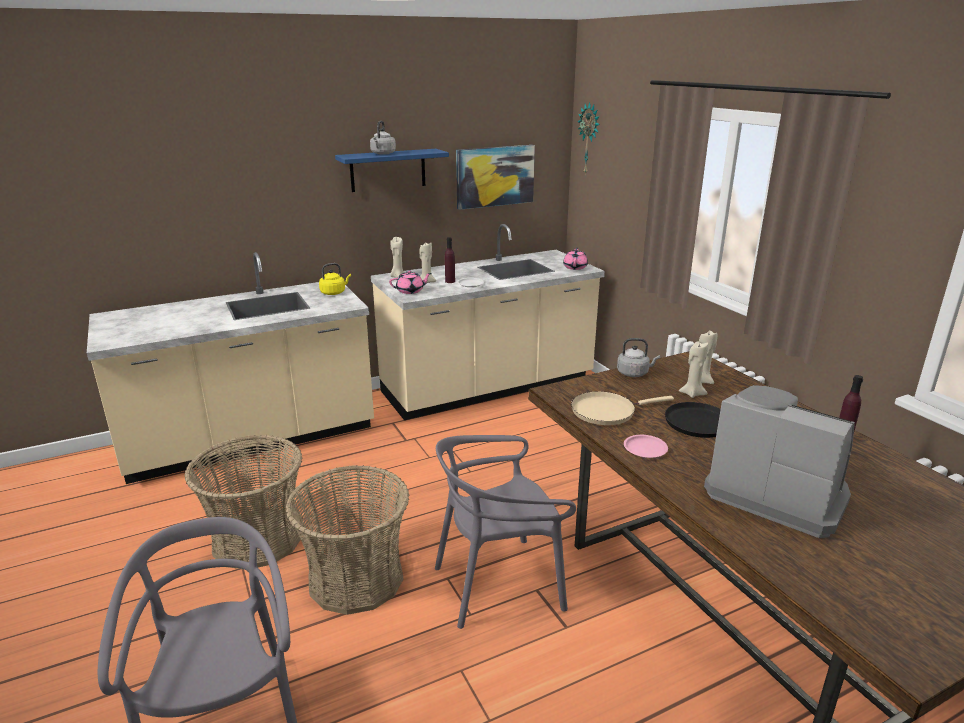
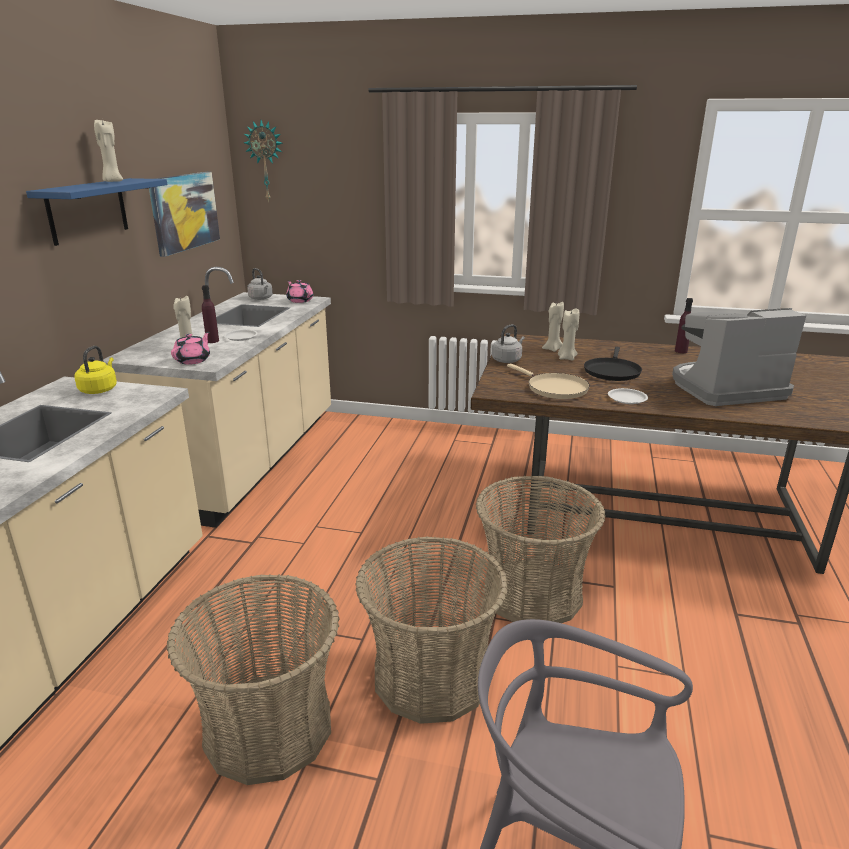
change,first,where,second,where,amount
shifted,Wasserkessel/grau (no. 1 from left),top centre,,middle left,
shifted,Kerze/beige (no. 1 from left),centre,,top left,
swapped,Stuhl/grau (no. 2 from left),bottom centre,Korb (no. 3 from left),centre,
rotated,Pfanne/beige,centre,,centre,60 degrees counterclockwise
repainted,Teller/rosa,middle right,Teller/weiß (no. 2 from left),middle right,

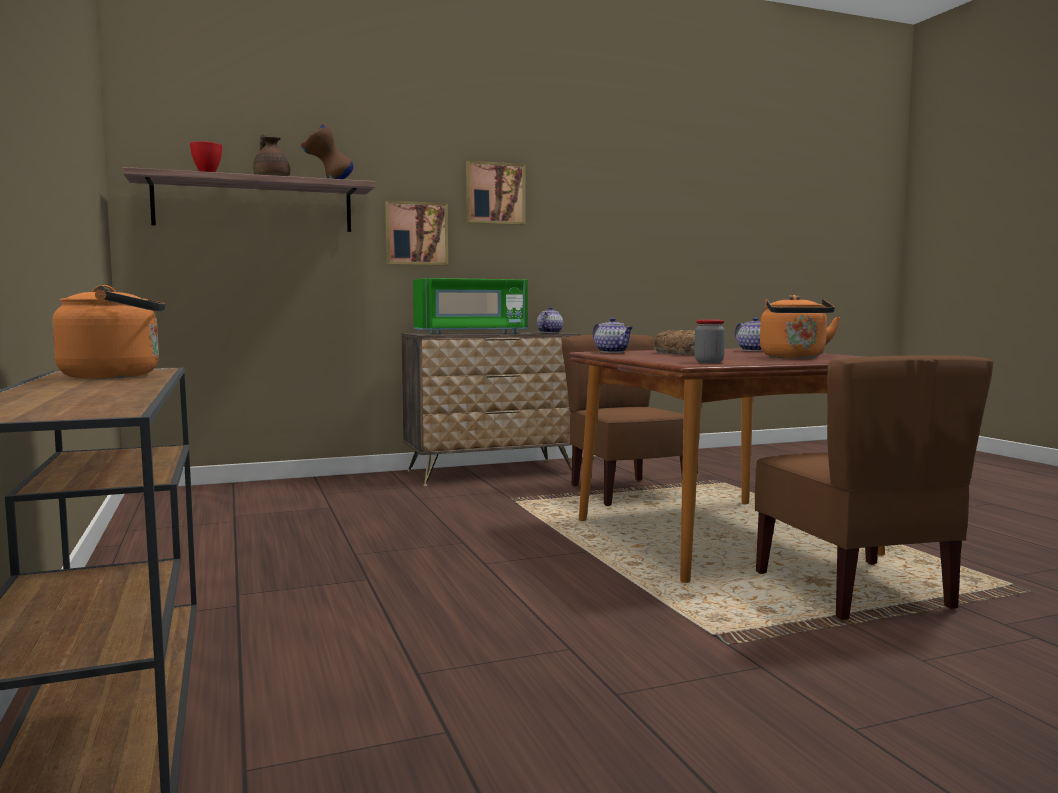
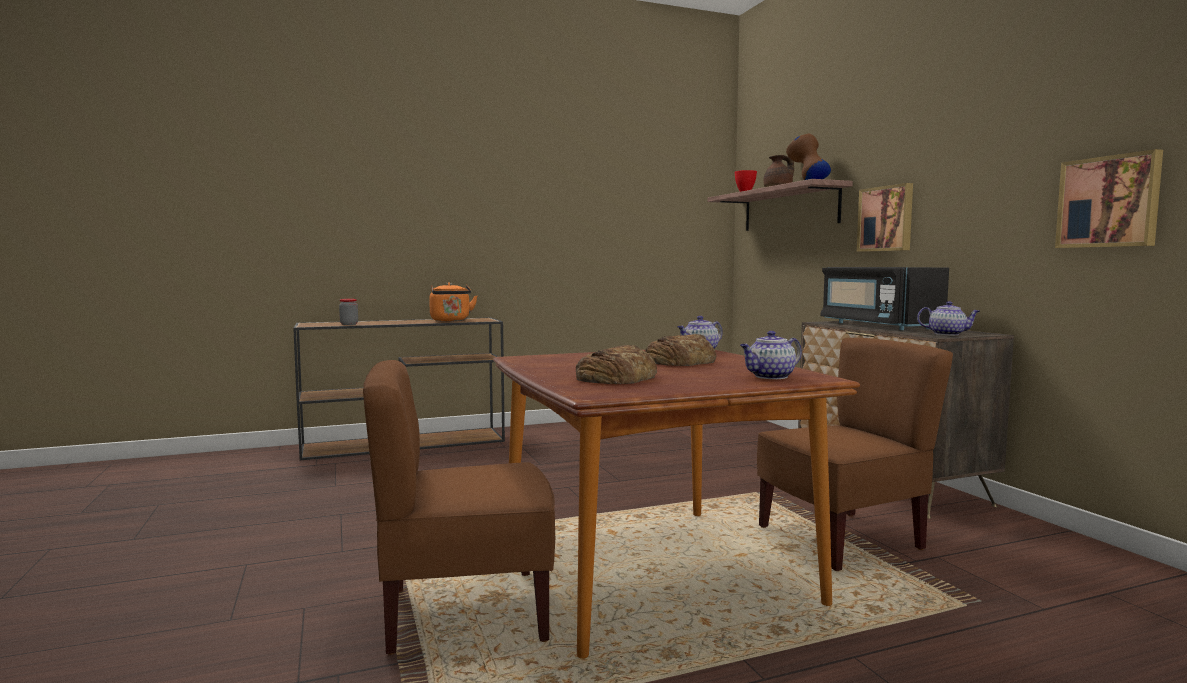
change,first,where,second,where,amount
repainted,Mikrowelle/grün,centre,Mikrowelle/schwarz,middle right,
shifted,Bild (no. 2 from left),top centre,,top right,
shifted,Vorratsglas,middle right,,middle left,
swapped,Wasserkessel/orange (no. 2 from left),middle right,Brot (no. 1 from left),centre,

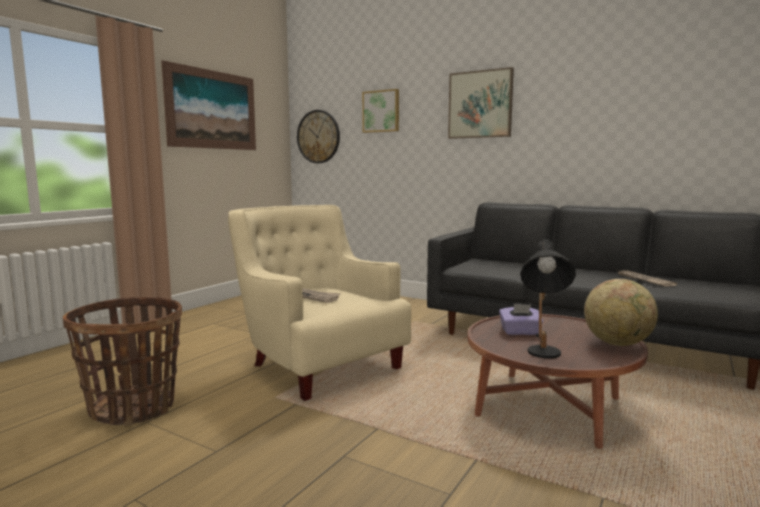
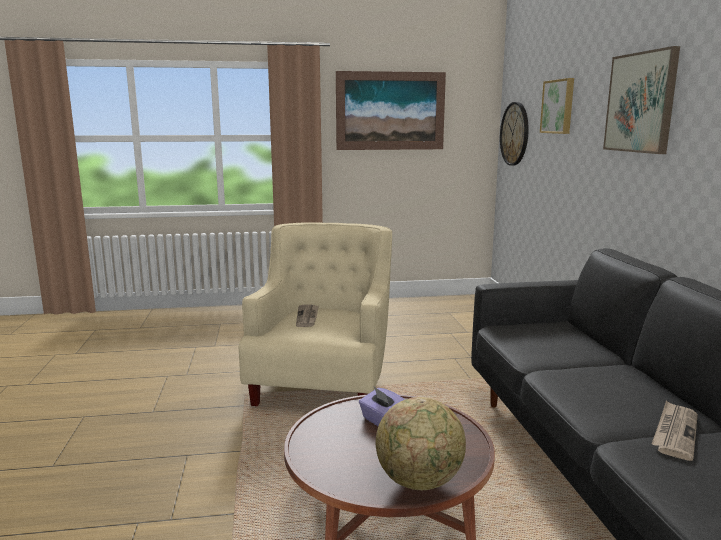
change,first,where,second,where,amount
gone,Korb,bottom left,,,
gone,Tischlampe/schwarz,middle right,,,

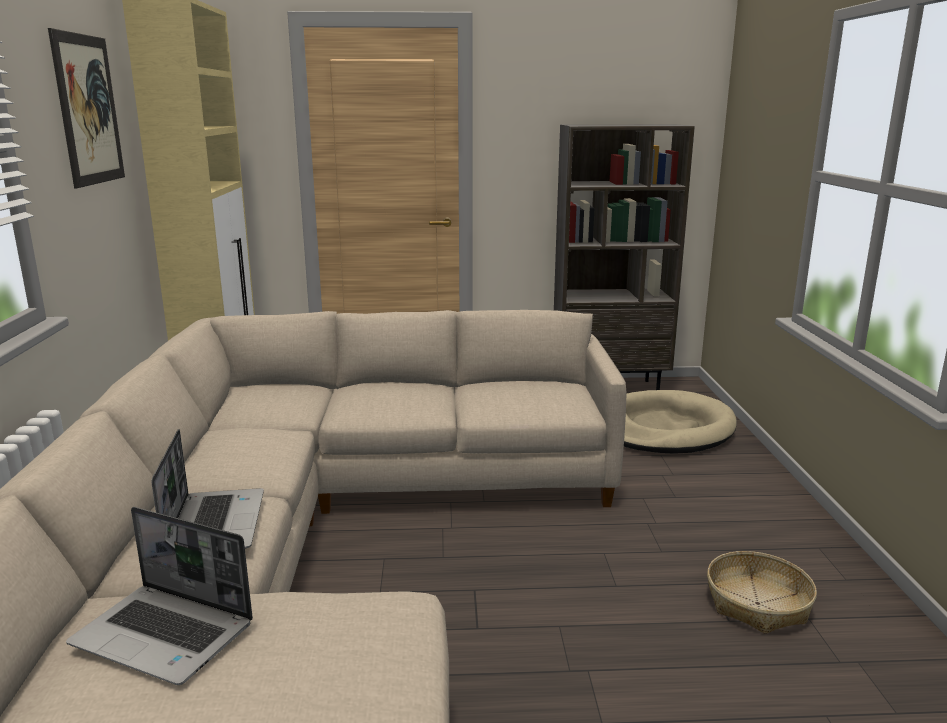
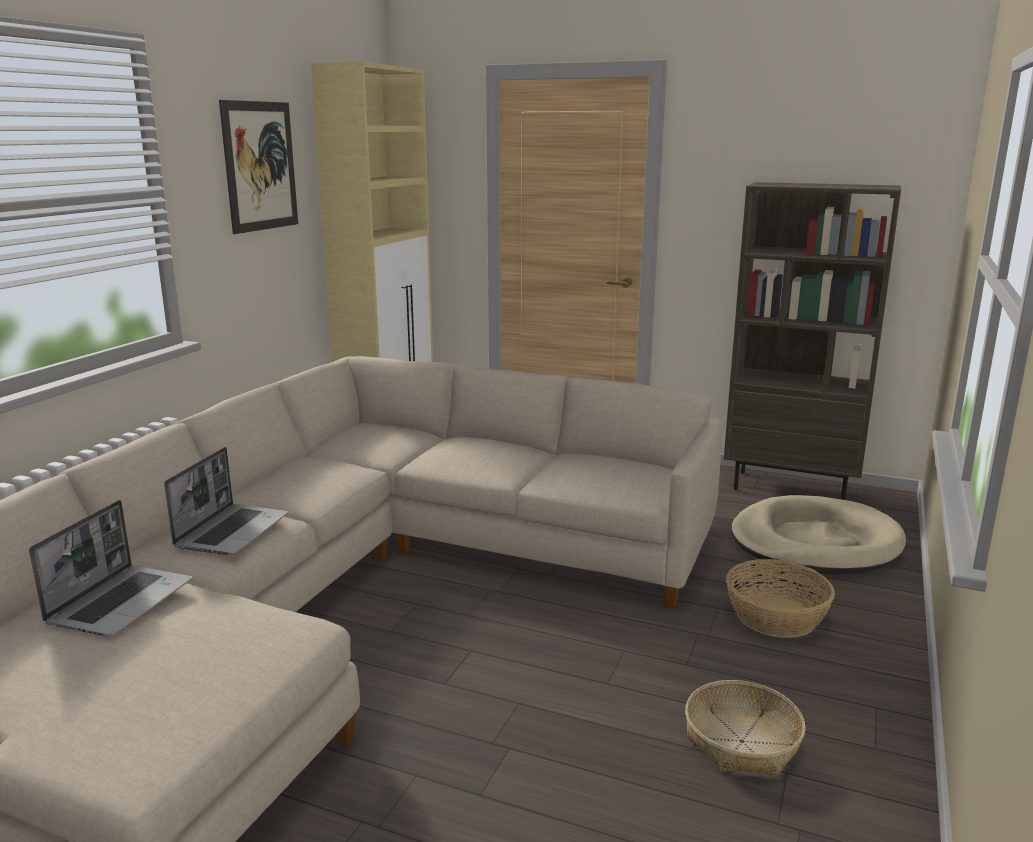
change,first,where,second,where,amount
rotated,Laptop (no. 1 from left),bottom left,,bottom left,120 degrees counterclockwise
new,,,Korb (no. 2 from left),bottom right,

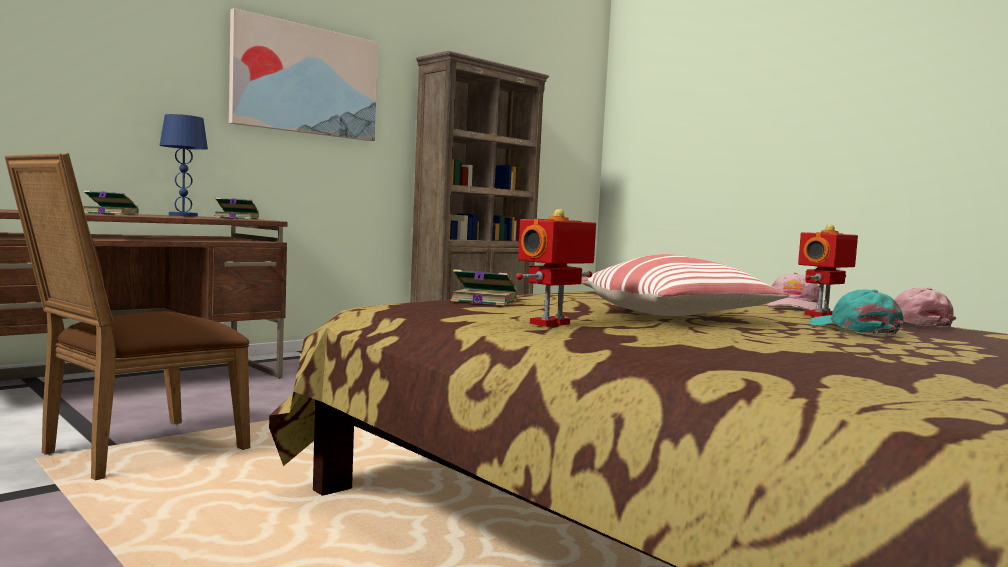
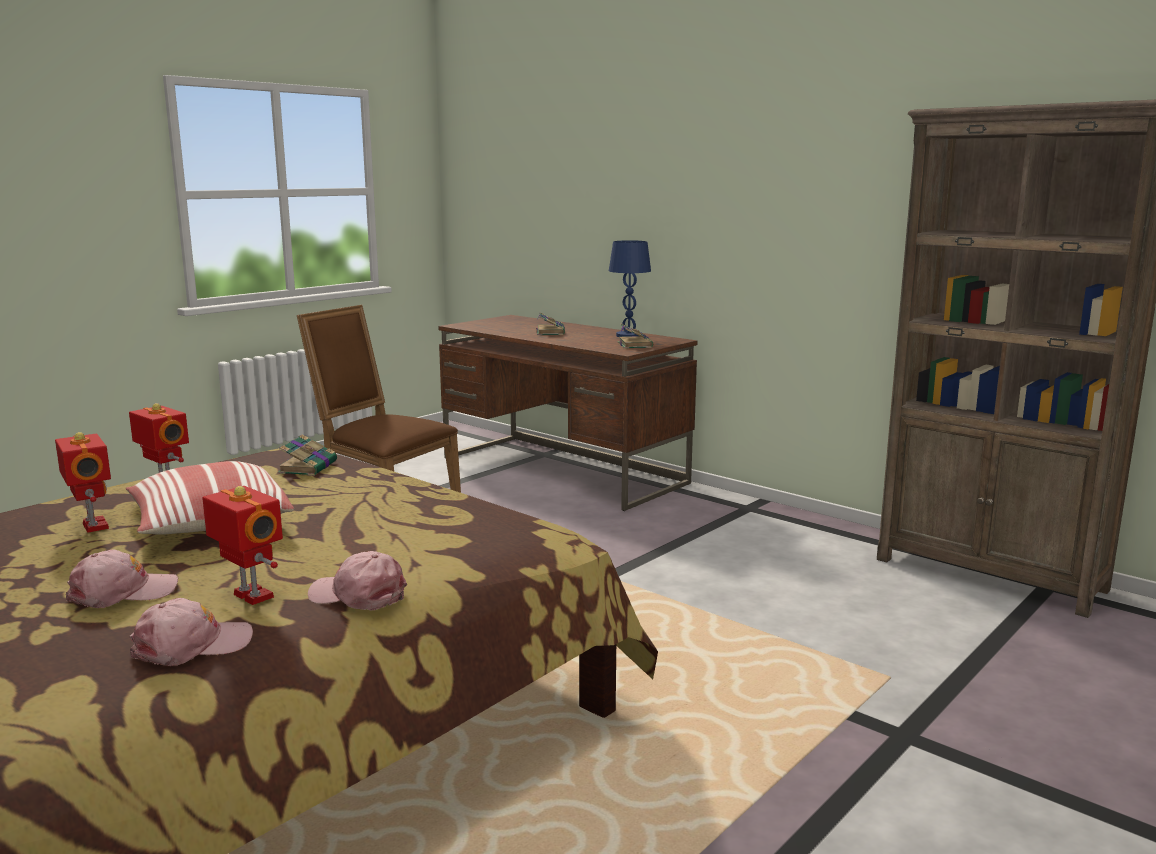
change,first,where,second,where,amount
gone,Bild,top left,,,
repainted,Kappe/türkis,middle right,Kappe/rosa (no. 1 from left),bottom left,
new,,,Spielzeugroboter (no. 1 from left),middle left,

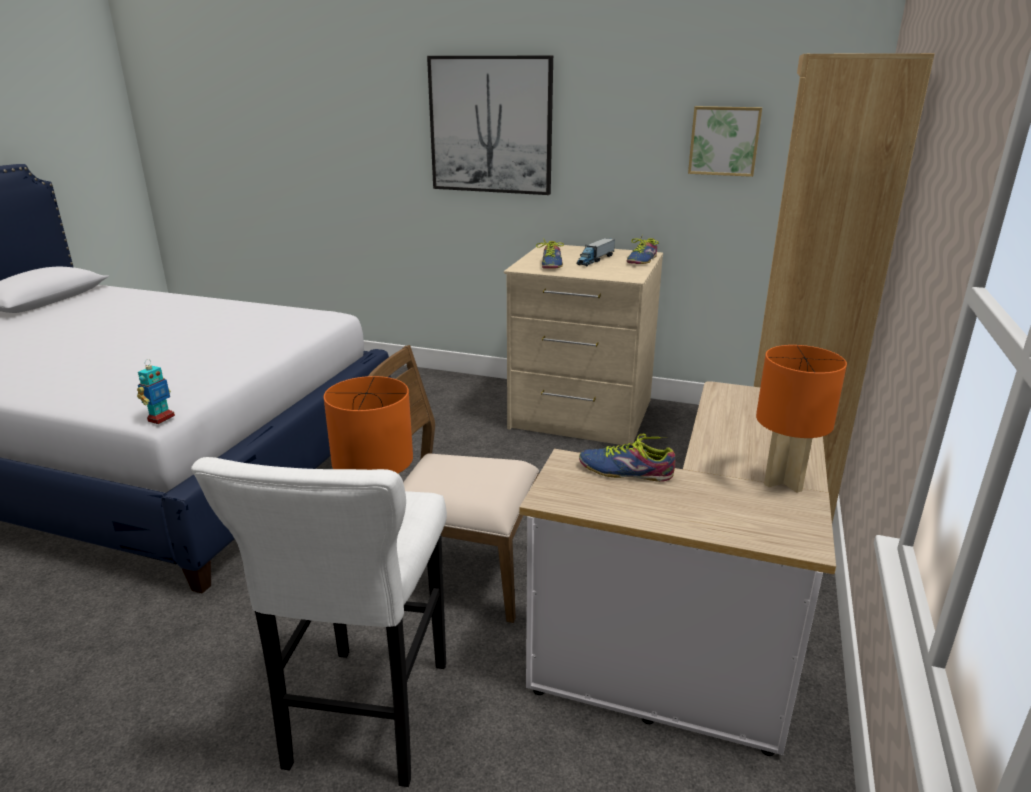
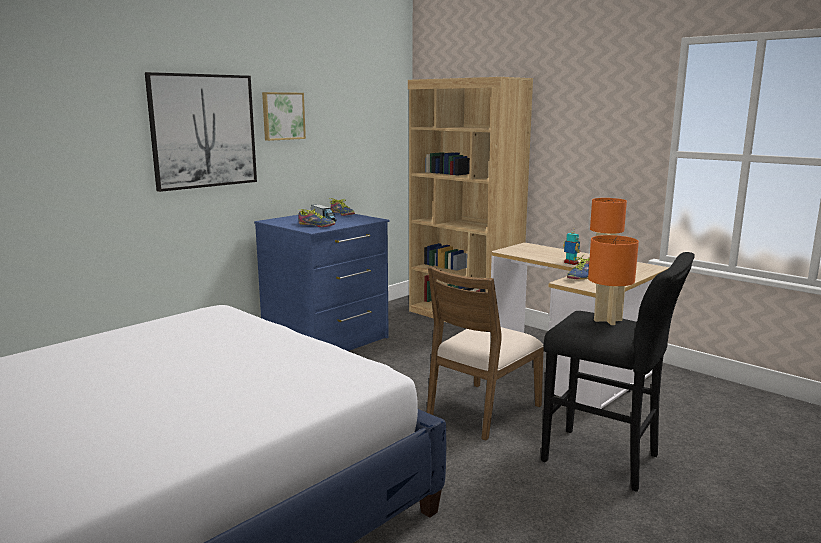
change,first,where,second,where,amount
shifted,Spielzeugroboter,middle left,,middle right,
repainted,Hocker/weiß,bottom left,Hocker/schwarz,bottom right,
repainted,Kommode/beige,centre,Kommode/blau,centre,
shifted,Bild (no. 2 from left),top right,,top centre,

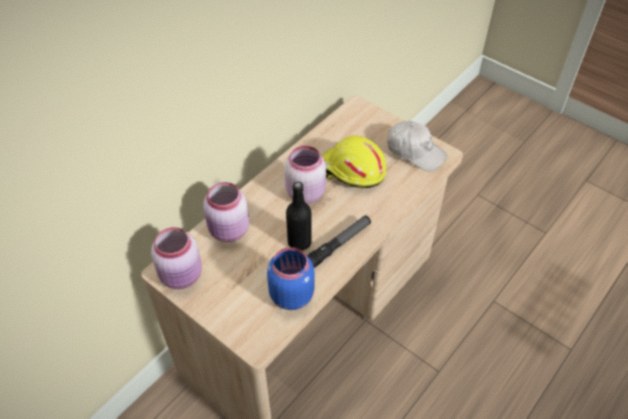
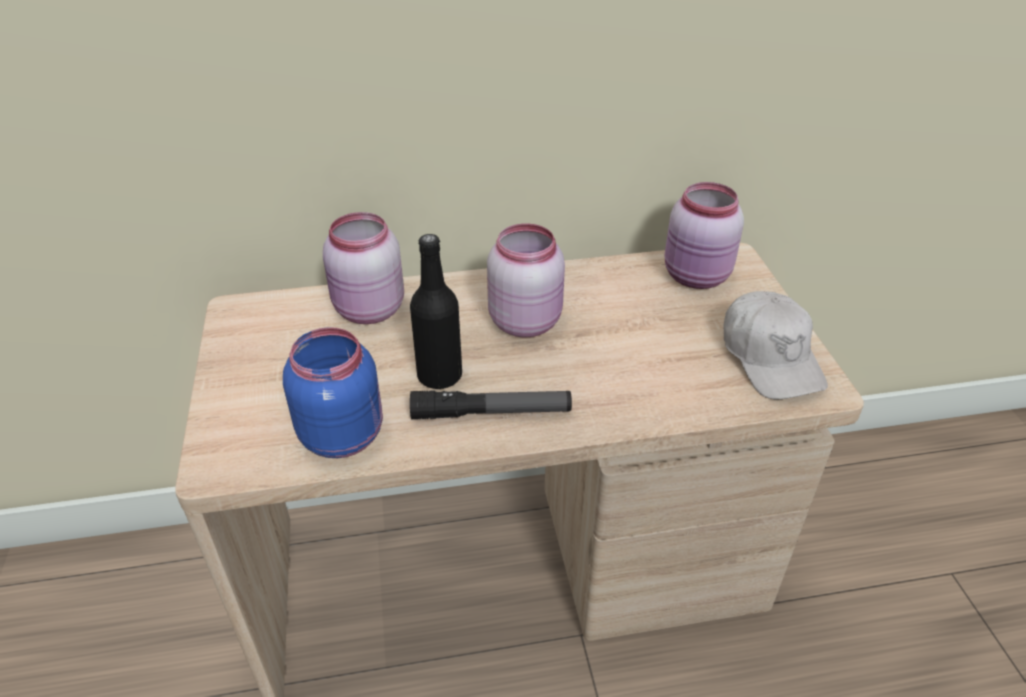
change,first,where,second,where,amount
shifted,Vorratsglas/rosa (no. 1 from left in the first image),middle left,Vorratsglas/rosa (no. 3 from left),middle right,
gone,Schutzhelm/gelb,centre,,,

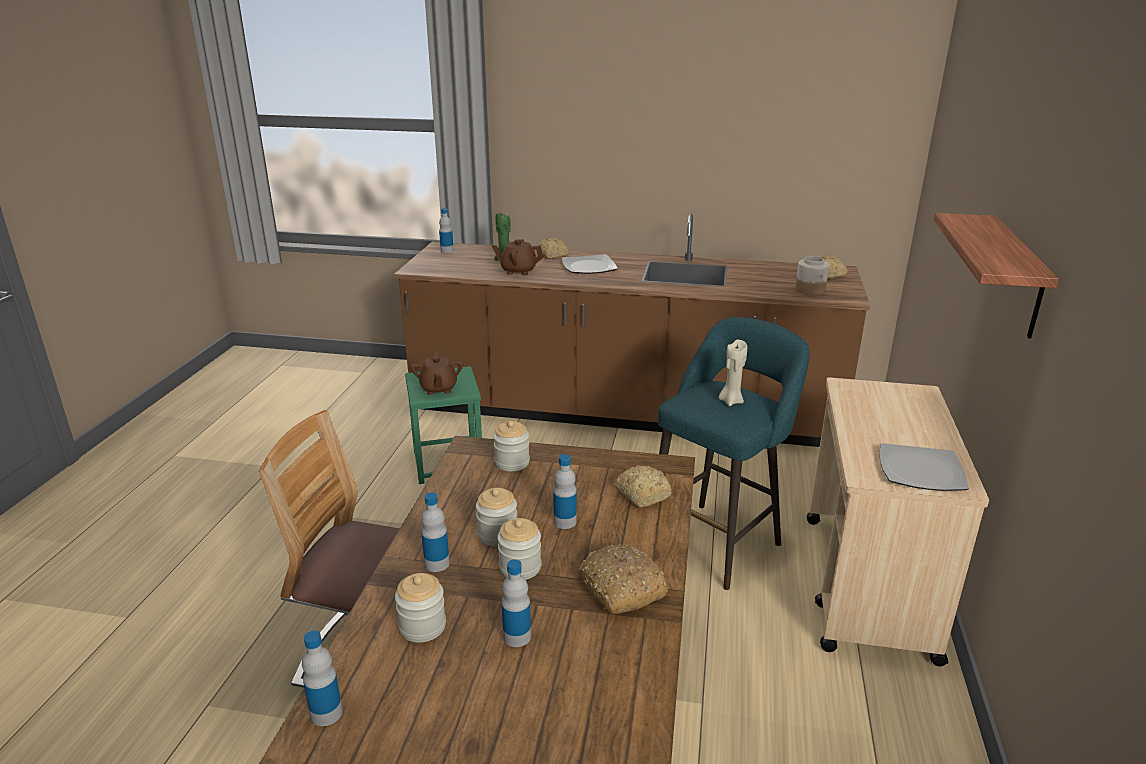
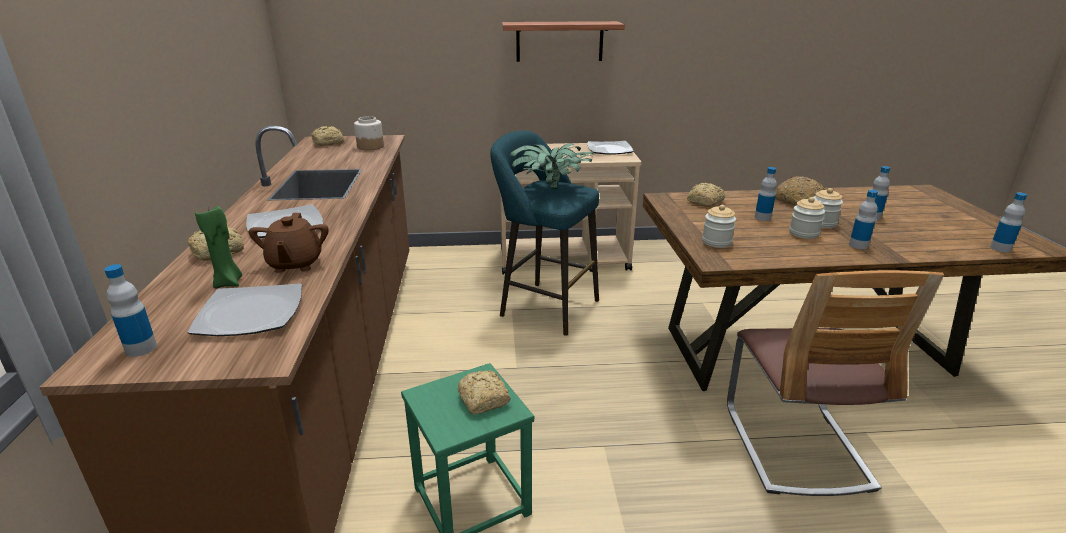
change,first,where,second,where,amount
gone,Vorratsglas (no. 1 from left),bottom centre,,,
swapped,Teekanne/braun (no. 1 from left),centre,Brot (no. 3 from left),bottom centre,
swapped,Kerze/beige,centre,Topfpflanze,top centre,
new,,,Teller (no. 1 from left),middle left,

